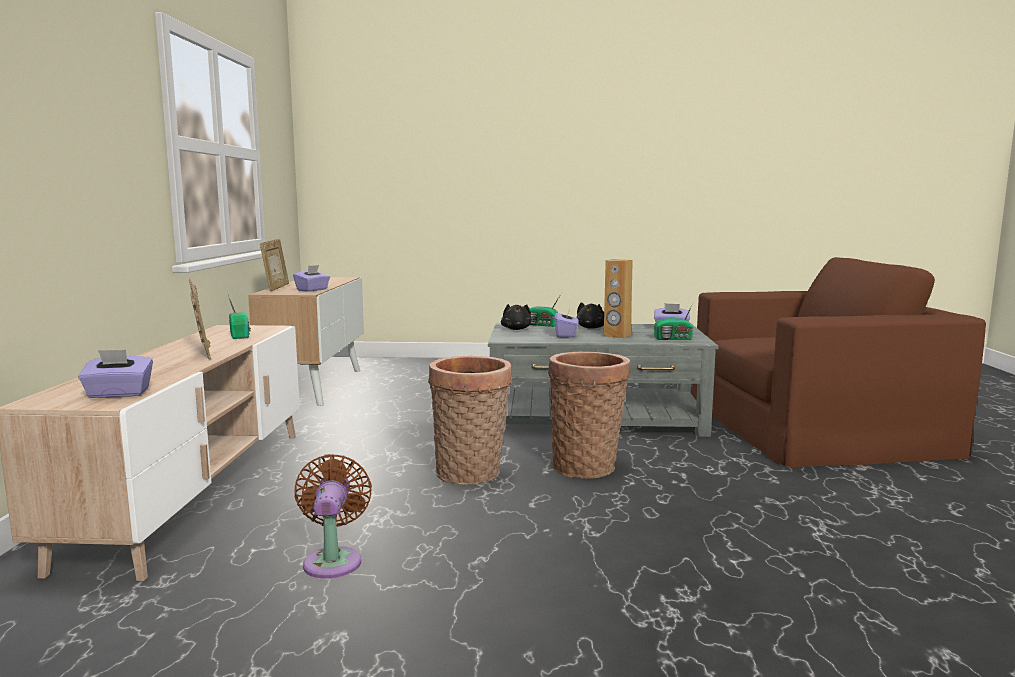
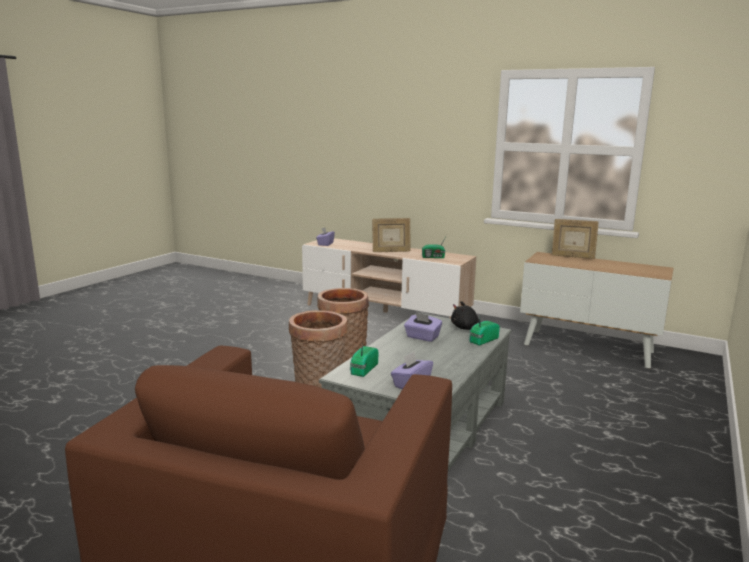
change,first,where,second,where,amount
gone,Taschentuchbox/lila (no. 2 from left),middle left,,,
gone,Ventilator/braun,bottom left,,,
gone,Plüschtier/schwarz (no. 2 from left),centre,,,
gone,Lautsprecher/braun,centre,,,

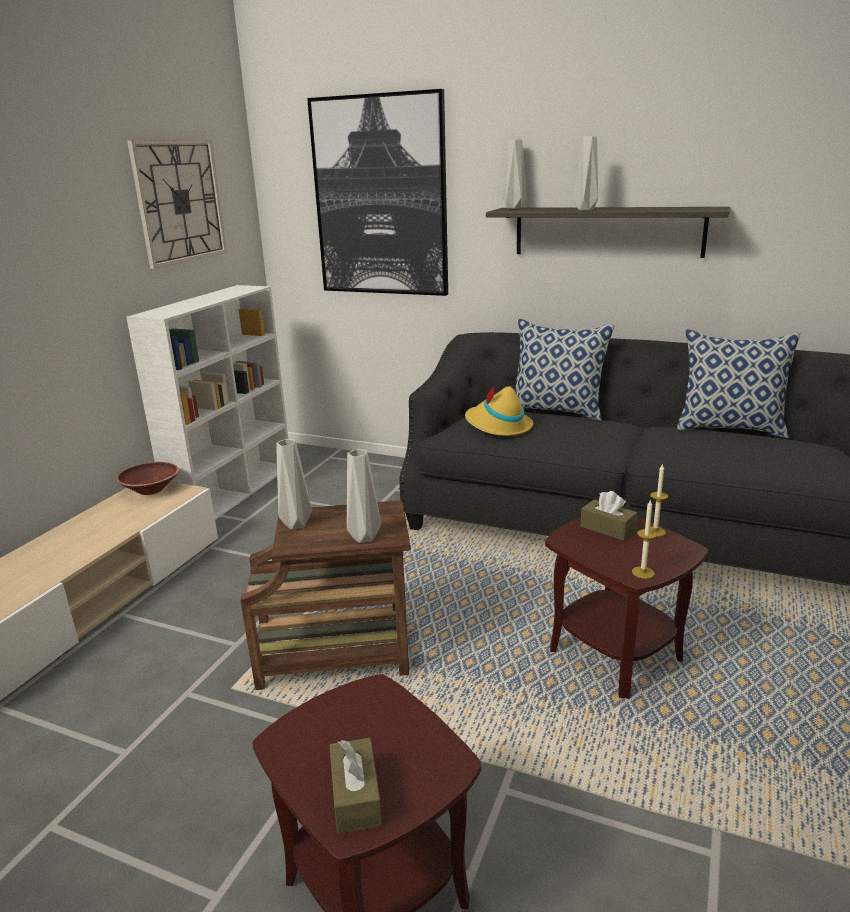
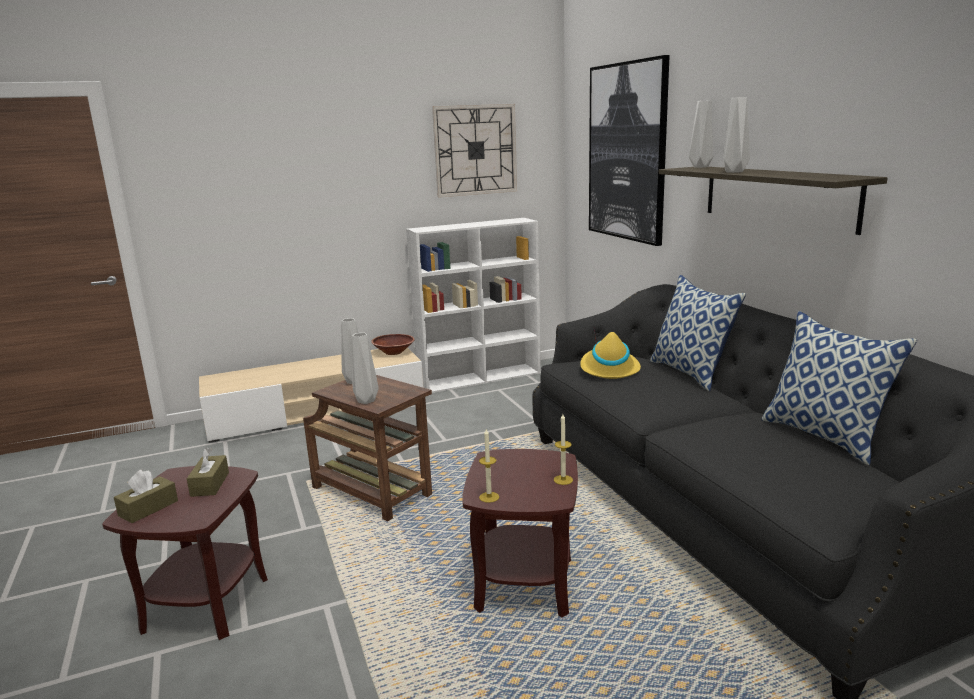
change,first,where,second,where,amount
shifted,Taschentuchbox/braun (no. 2 from left),middle right,,bottom left,

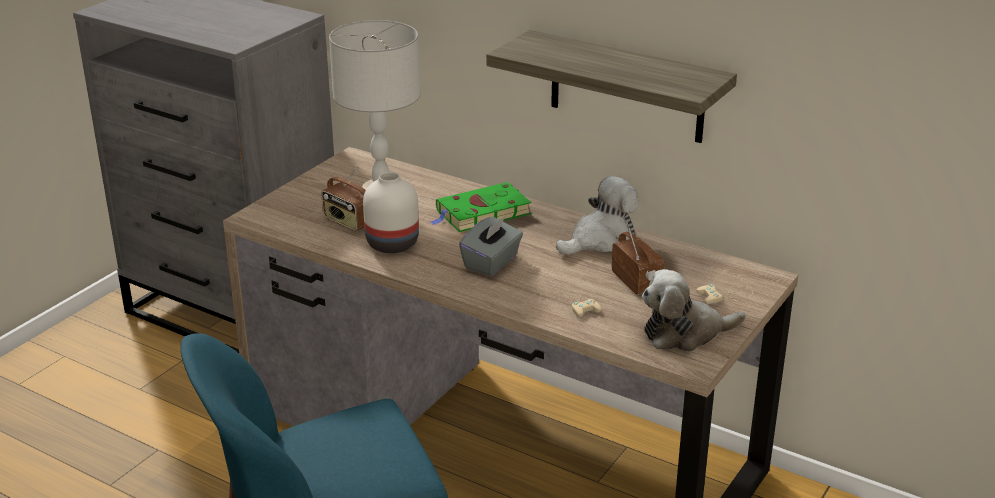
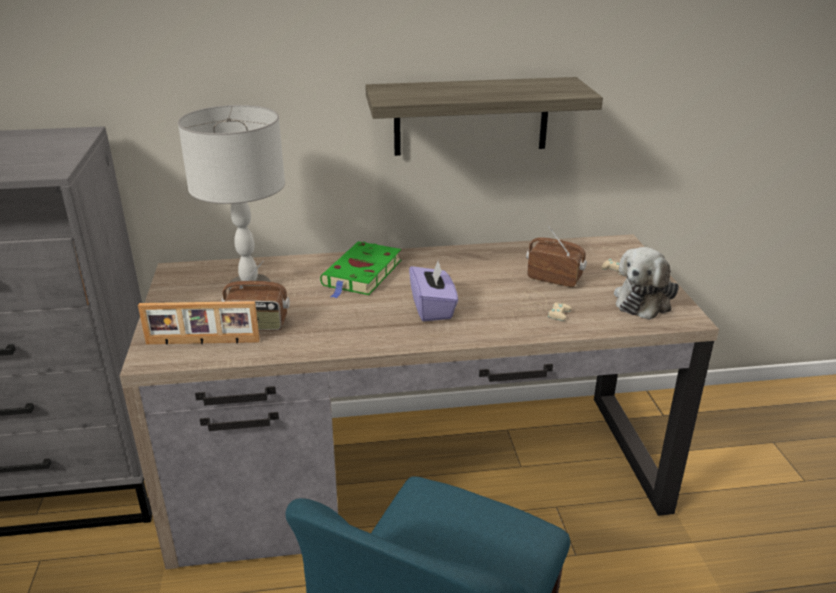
change,first,where,second,where,amount
gone,Vase/weiß,centre,,,
repainted,Taschentuchbox/grau,centre,Taschentuchbox/lila,centre,
gone,Plüschtier (no. 1 from left),centre,,,
new,,,Bilderrahmen,middle left,

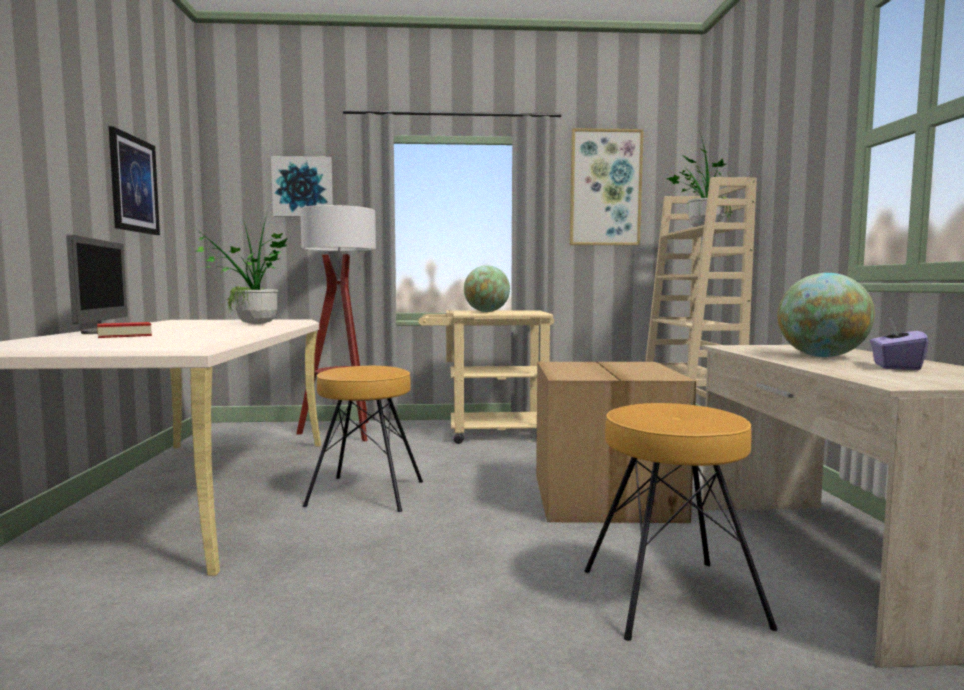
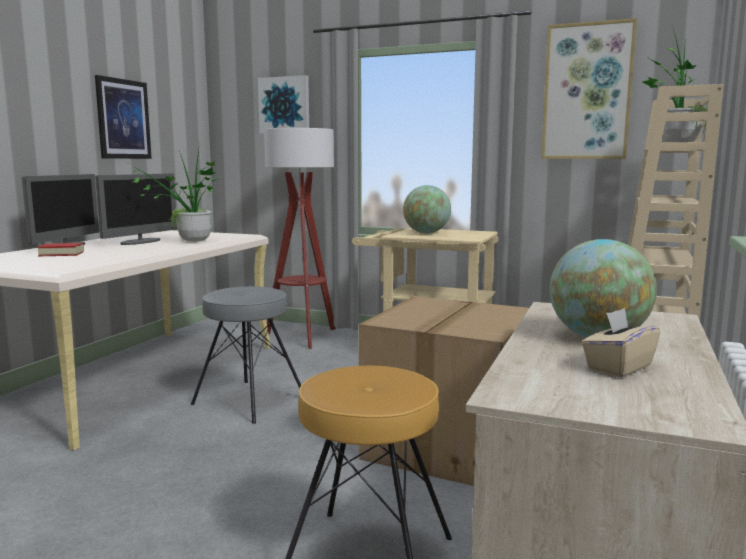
change,first,where,second,where,amount
repainted,Hocker/braun (no. 1 from left),centre,Hocker/grau,middle left,
repainted,Taschentuchbox/lila,middle right,Taschentuchbox/beige,middle right,
new,,,Monitor (no. 2 from left),middle left,

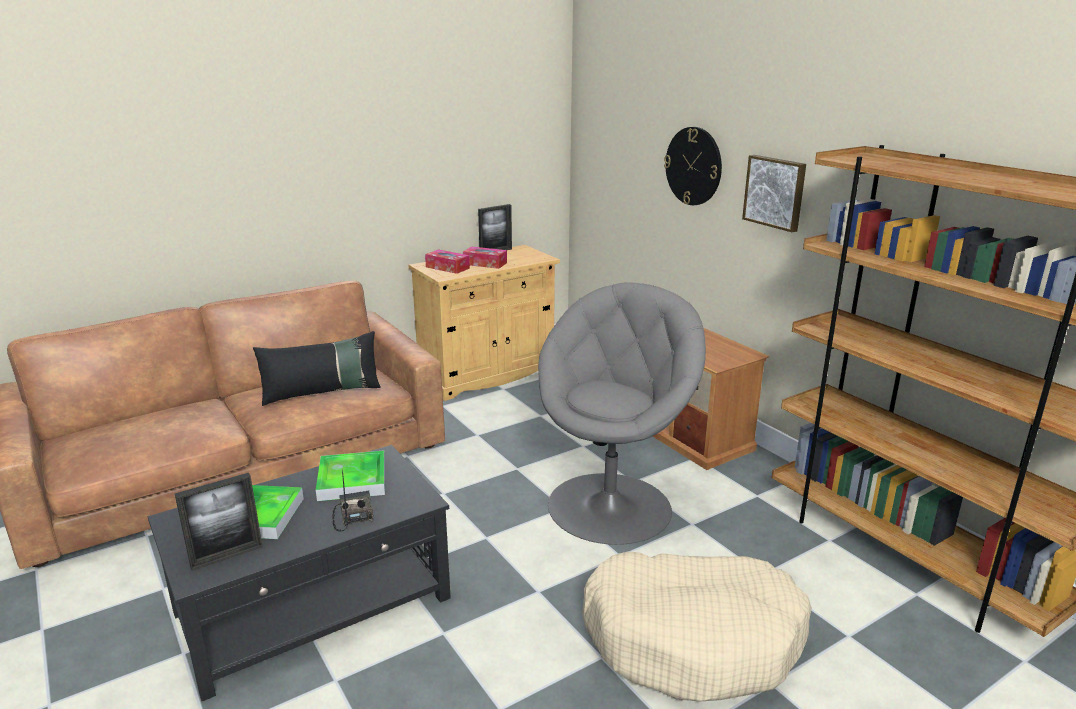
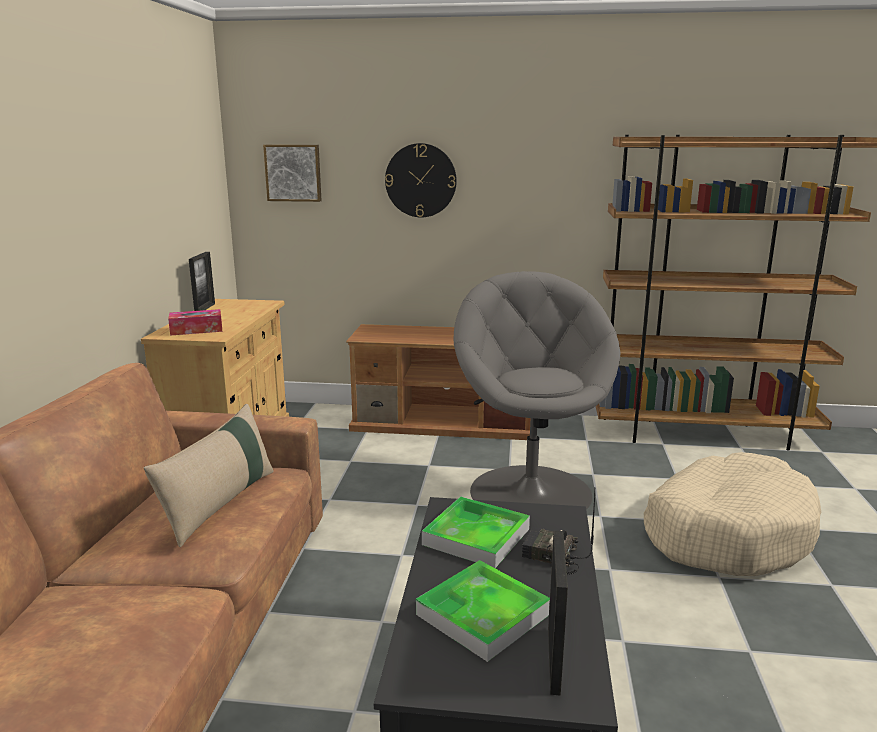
change,first,where,second,where,amount
repainted,Kissen/schwarz,middle left,Kissen/beige,middle left,
gone,Taschentuchbox (no. 2 from left),centre,,,
shifted,Bild,top right,,top left,

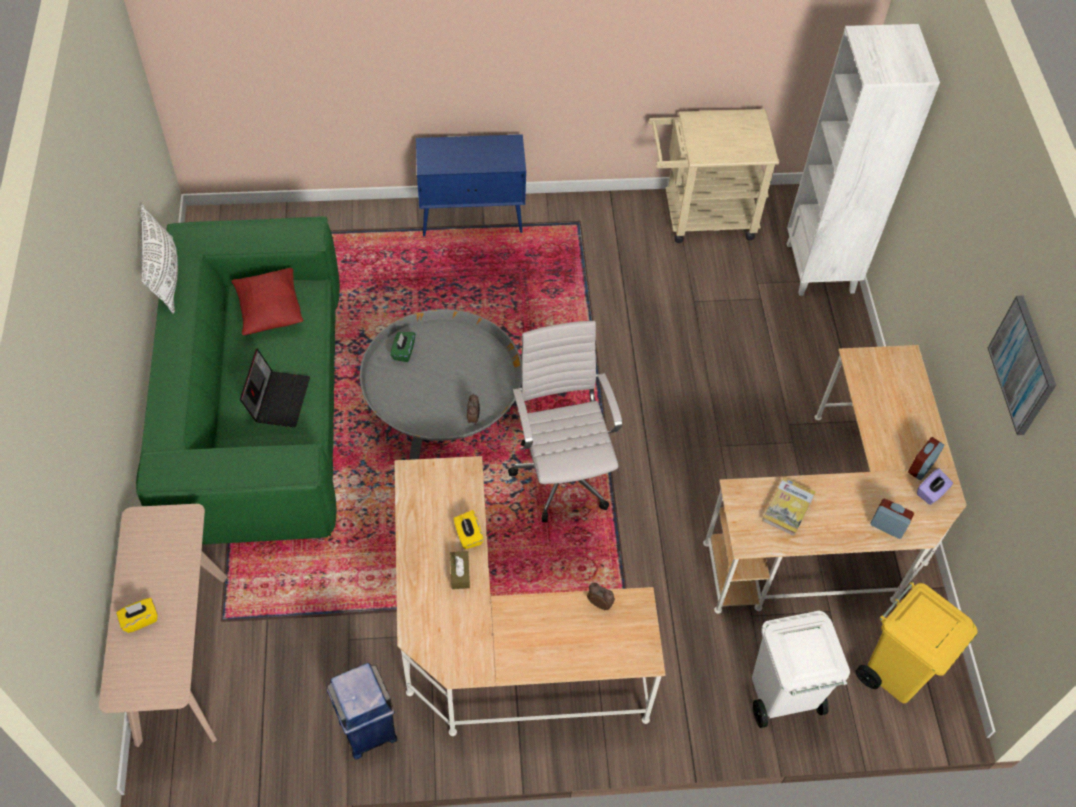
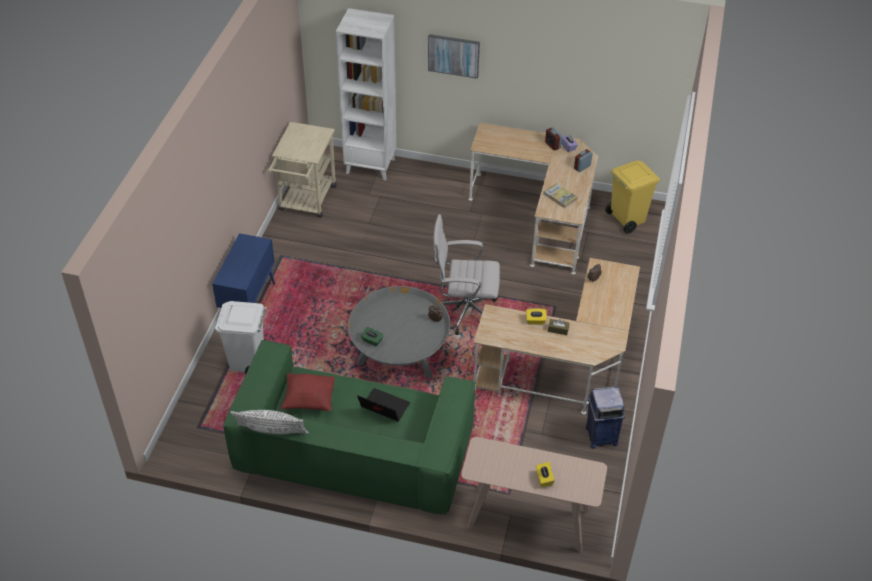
change,first,where,second,where,amount
shifted,Mülleimer/weiß,bottom right,,middle left,
shifted,Bild,middle right,,top centre,

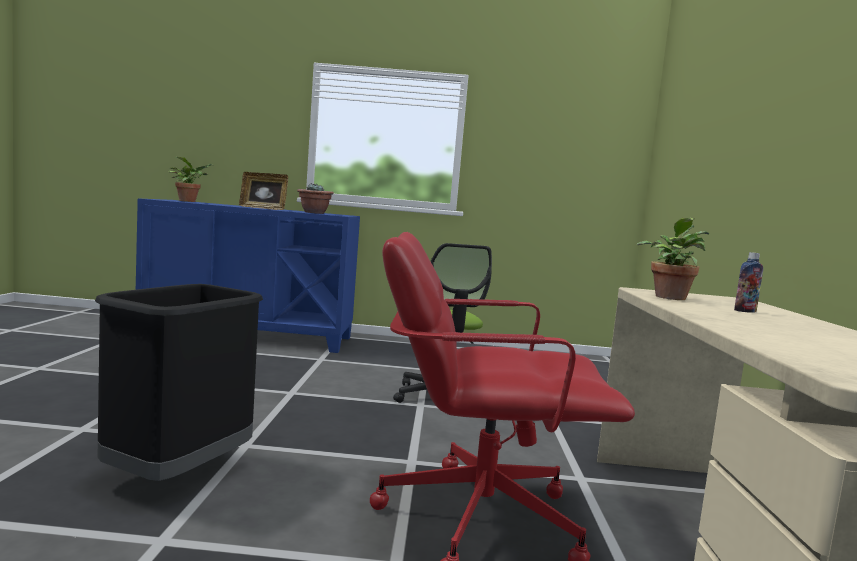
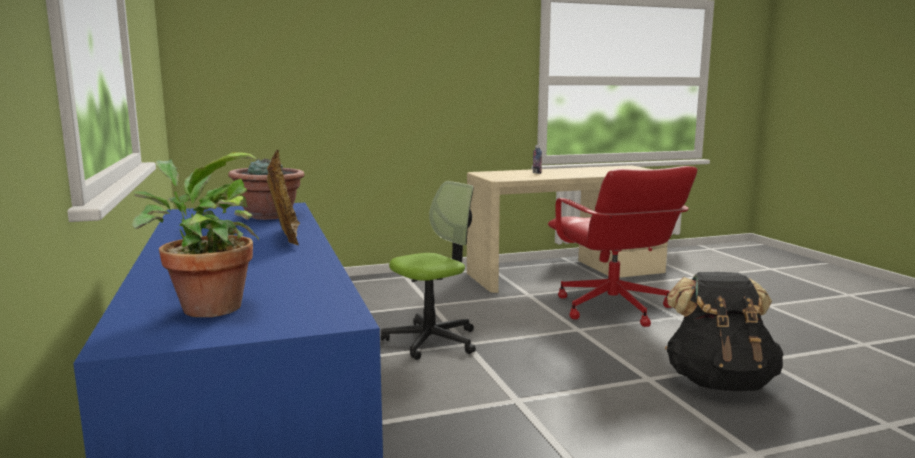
change,first,where,second,where,amount
swapped,Mülleimer/schwarz,bottom left,Rucksack/schwarz,bottom right,
gone,Topfpflanze (no. 3 from left),middle right,,,

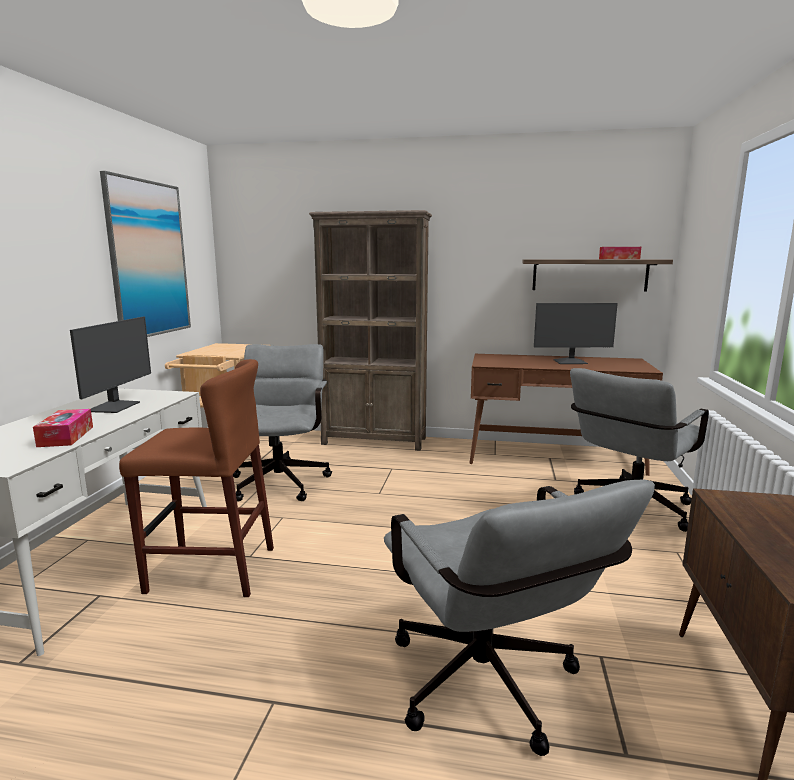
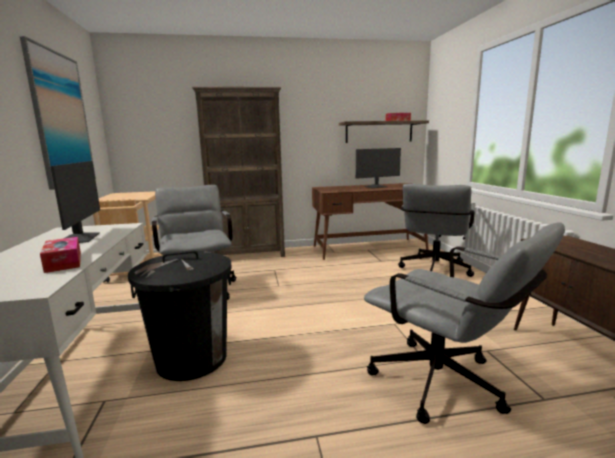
change,first,where,second,where,amount
swapped,Hocker/braun,middle left,Mülleimer/schwarz,bottom left,

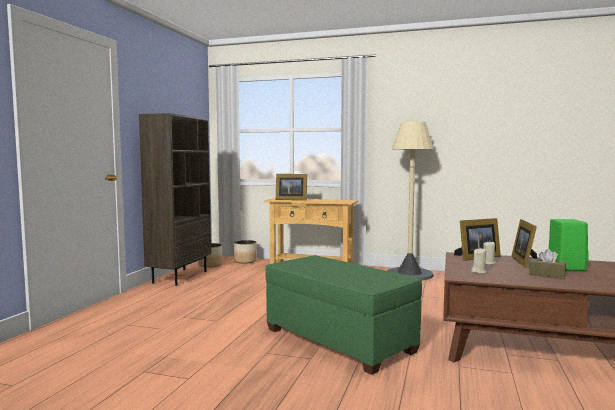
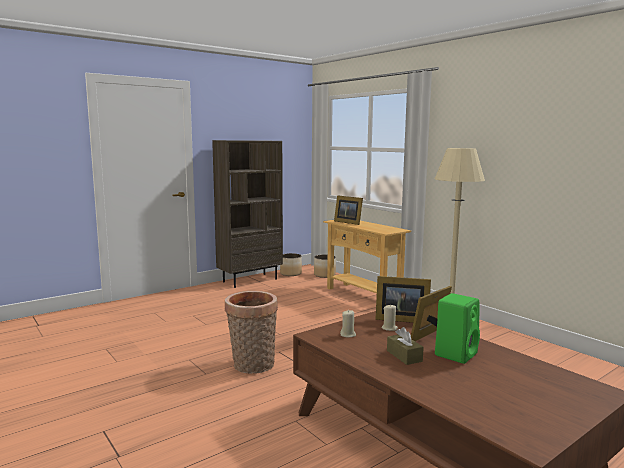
change,first,where,second,where,amount
swapped,Polsterhocker/grün,bottom centre,Korb,bottom centre,

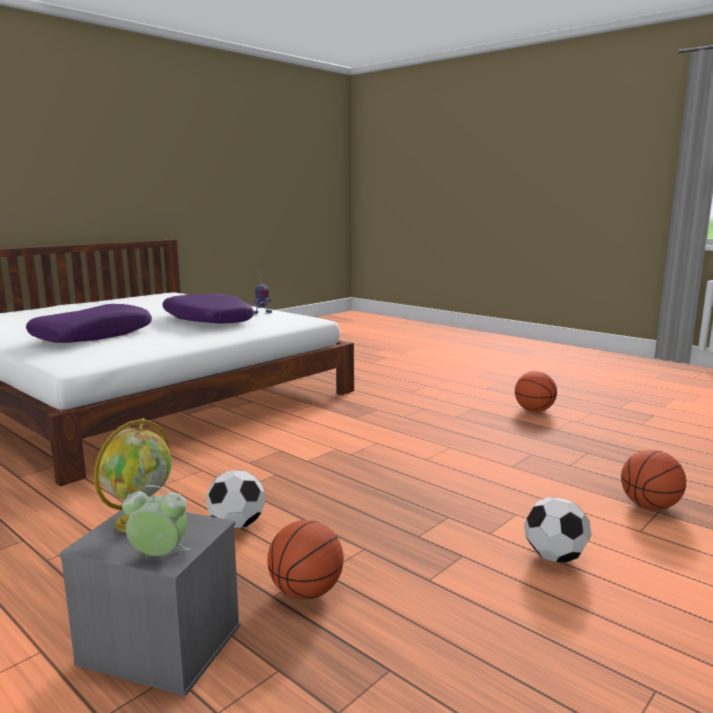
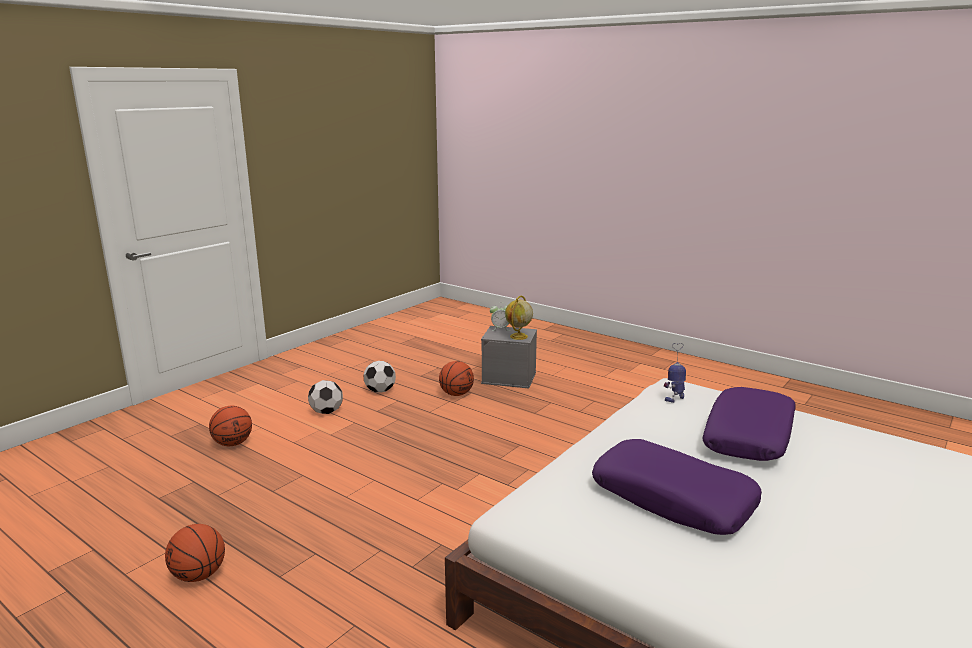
change,first,where,second,where,amount
shifted,Fußball (no. 1 from left in the first image),bottom left,Fußball (no. 2 from left),centre,
shifted,Spielzeugroboter,centre,,middle right,

